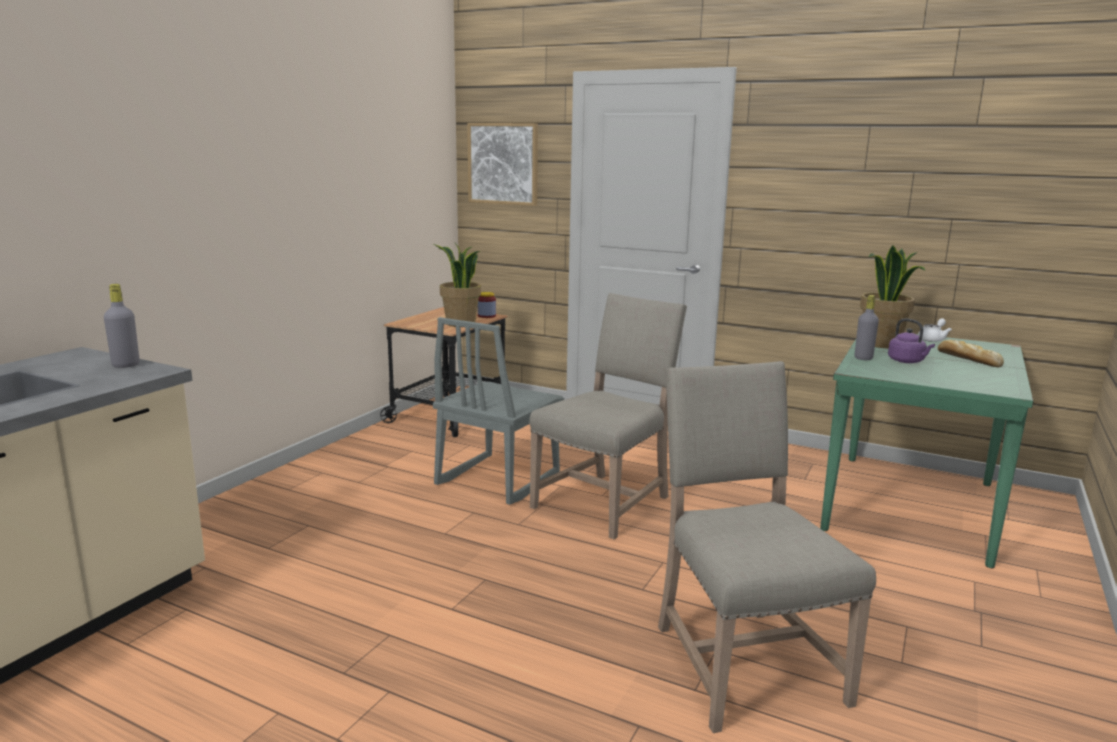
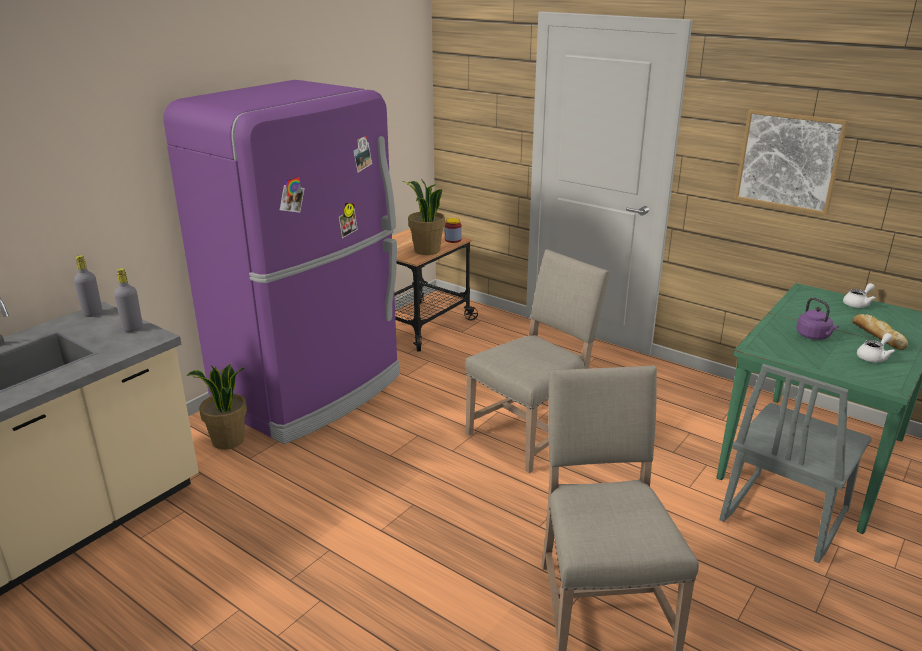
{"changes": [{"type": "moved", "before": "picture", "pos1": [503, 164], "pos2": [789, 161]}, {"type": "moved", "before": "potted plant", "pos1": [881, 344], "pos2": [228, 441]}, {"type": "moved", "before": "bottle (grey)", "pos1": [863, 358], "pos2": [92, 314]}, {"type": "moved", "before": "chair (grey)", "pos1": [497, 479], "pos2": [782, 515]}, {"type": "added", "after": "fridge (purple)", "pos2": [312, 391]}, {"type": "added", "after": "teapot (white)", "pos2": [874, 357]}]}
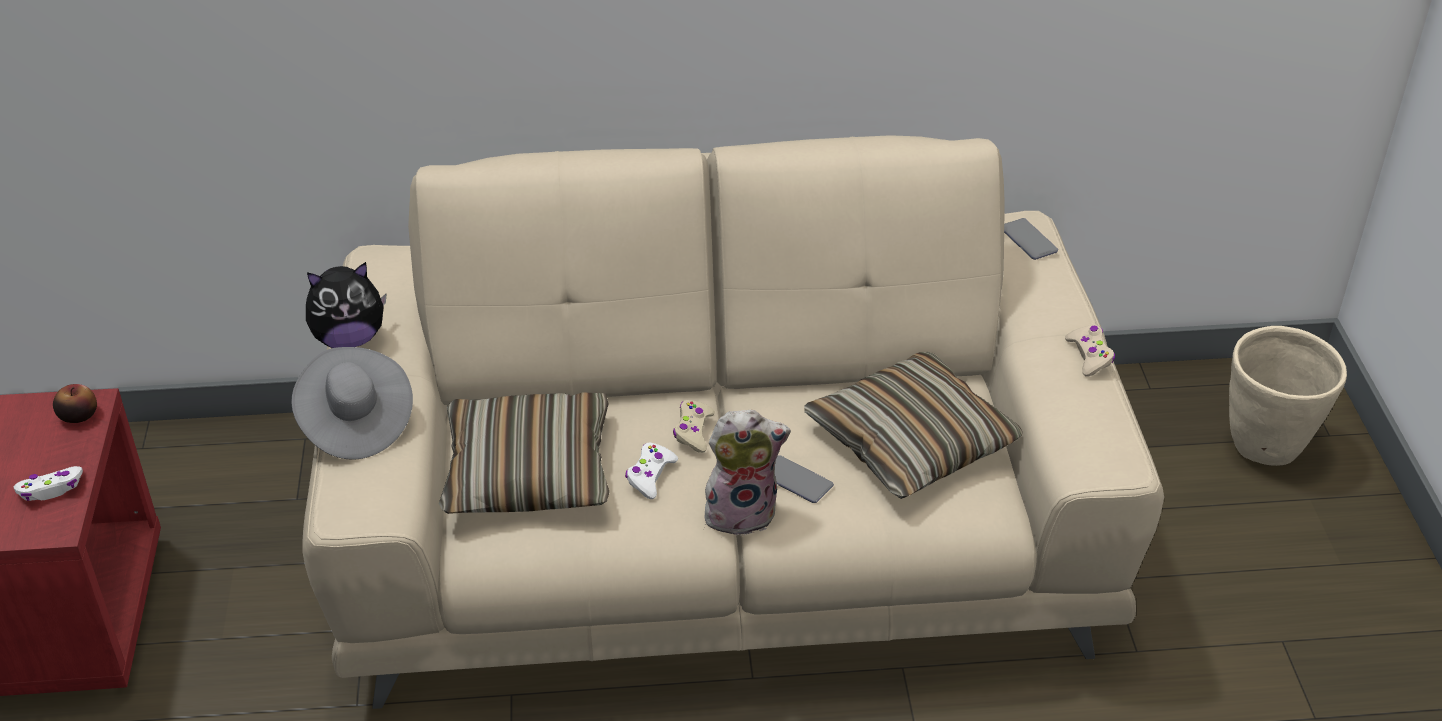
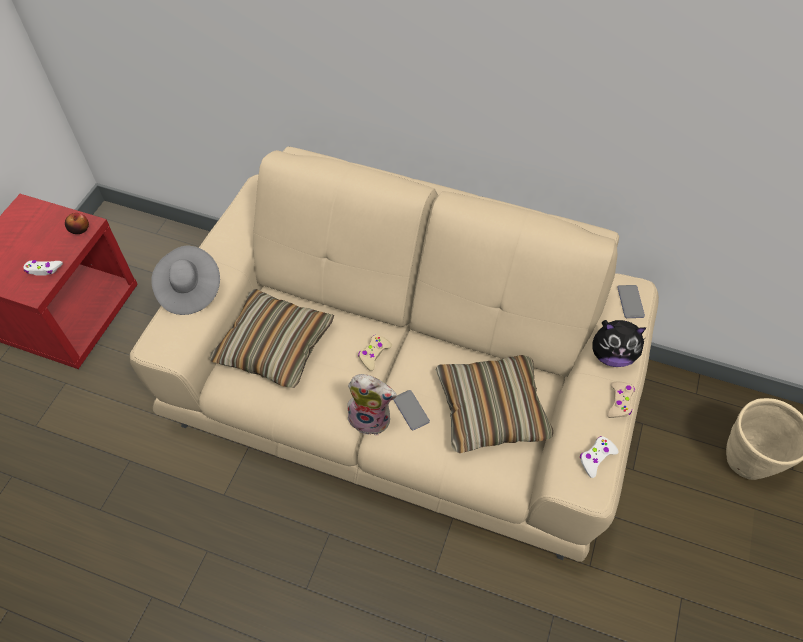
{"changes": [{"type": "moved", "before": "plush toy", "pos1": [349, 339], "pos2": [612, 355]}, {"type": "moved", "before": "game controller (white)", "pos1": [650, 476], "pos2": [596, 458]}]}
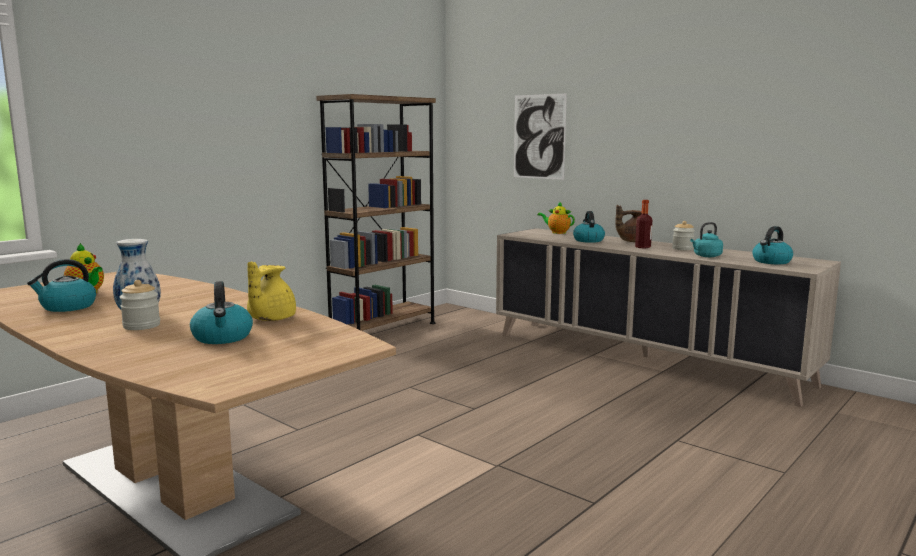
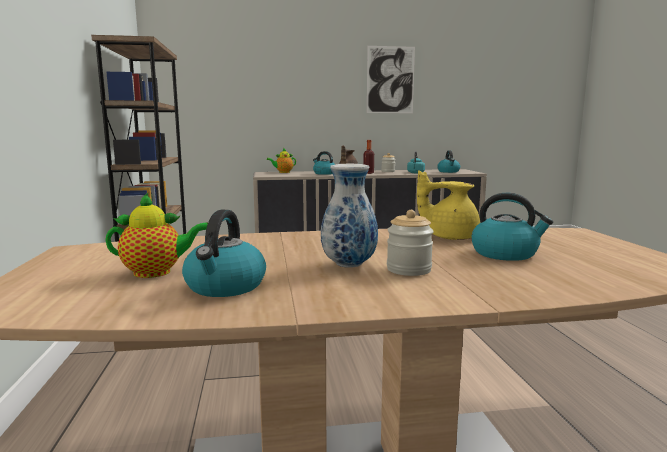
{"changes": [{"type": "moved", "before": "picture", "pos1": [539, 136], "pos2": [390, 80]}, {"type": "turned", "before": "teapot (yellow)", "pos1": [270, 319], "pos2": [449, 237], "turn": 135}]}
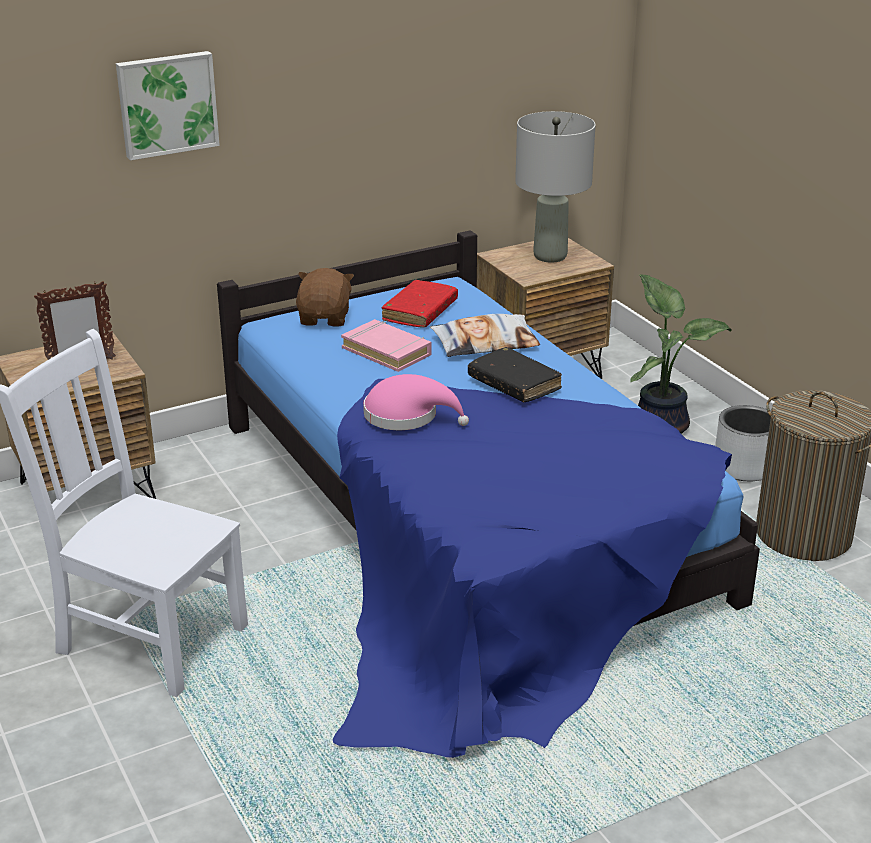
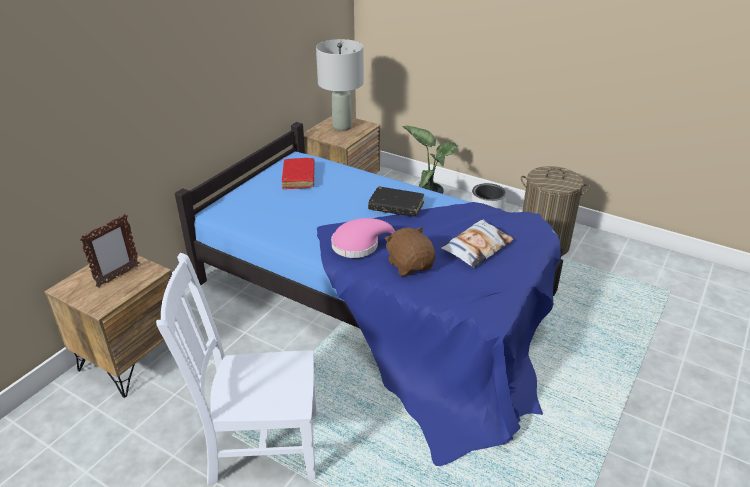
{"changes": [{"type": "removed", "before": "picture", "pos1": [167, 104]}, {"type": "moved", "before": "plush toy (brown)", "pos1": [325, 318], "pos2": [410, 265]}, {"type": "moved", "before": "pillow", "pos1": [485, 343], "pos2": [477, 248]}, {"type": "removed", "before": "book (pink)", "pos1": [387, 351]}]}
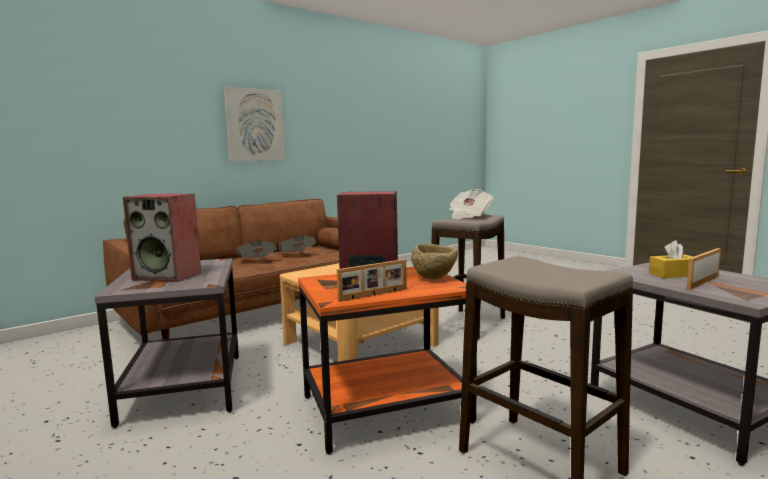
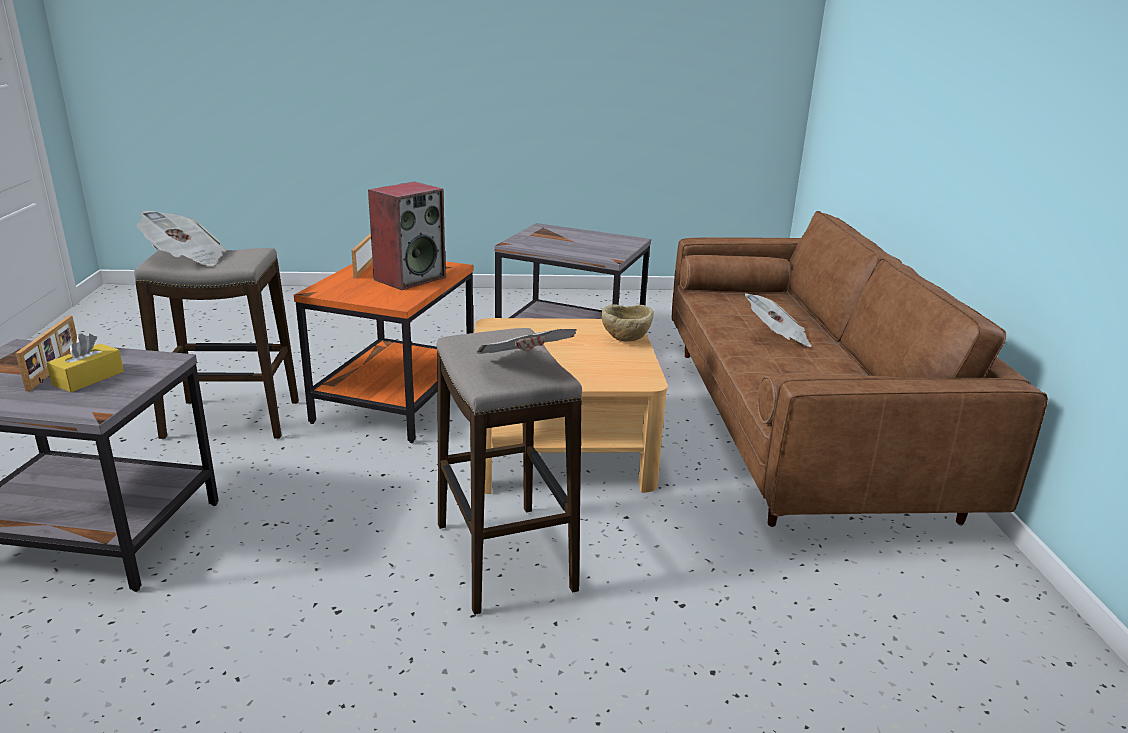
{"changes": [{"type": "removed", "before": "picture", "pos1": [254, 125]}, {"type": "removed", "before": "speaker", "pos1": [168, 276]}, {"type": "moved", "before": "newspaper", "pos1": [297, 255], "pos2": [186, 259]}, {"type": "moved", "before": "bowl (beige)", "pos1": [435, 278], "pos2": [625, 341]}]}
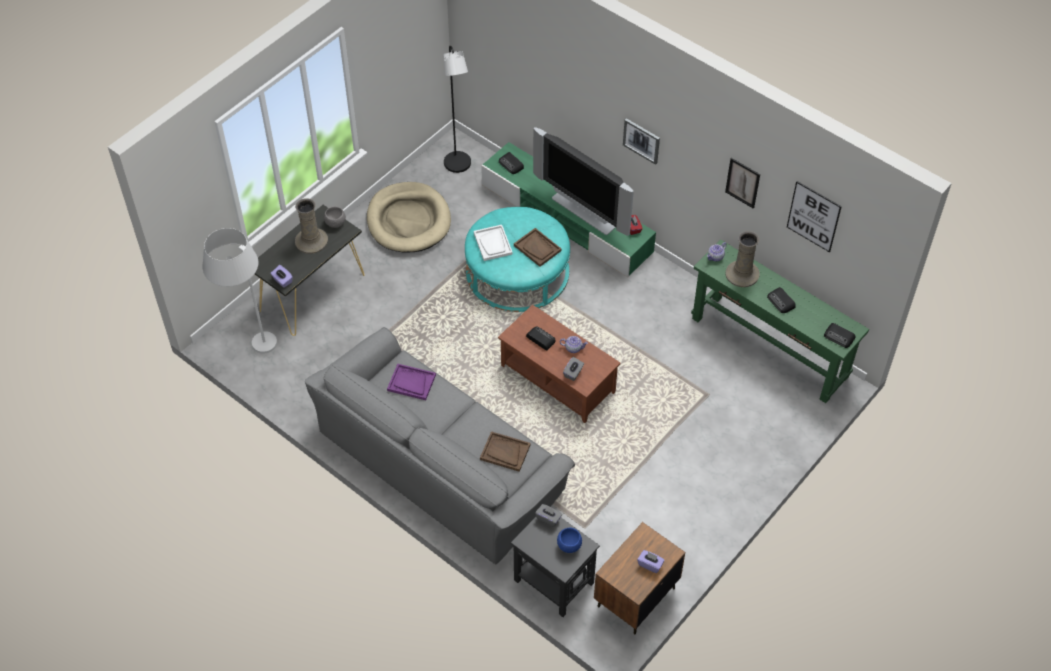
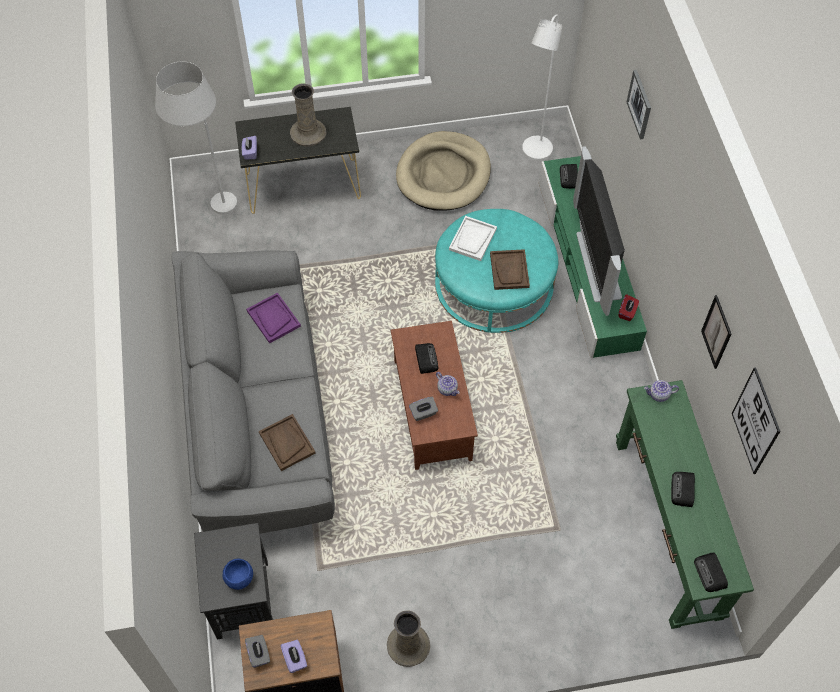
{"changes": [{"type": "recoloured", "before": "floor lamp (black)", "after": "floor lamp (white)", "pos1": [458, 166], "pos2": [535, 153]}, {"type": "moved", "before": "picture", "pos1": [641, 140], "pos2": [640, 104]}, {"type": "removed", "before": "bowl (grey)", "pos1": [335, 223]}, {"type": "moved", "before": "vase (beige)", "pos1": [742, 274], "pos2": [408, 645]}, {"type": "moved", "before": "tissue box (grey)", "pos1": [548, 519], "pos2": [259, 654]}]}
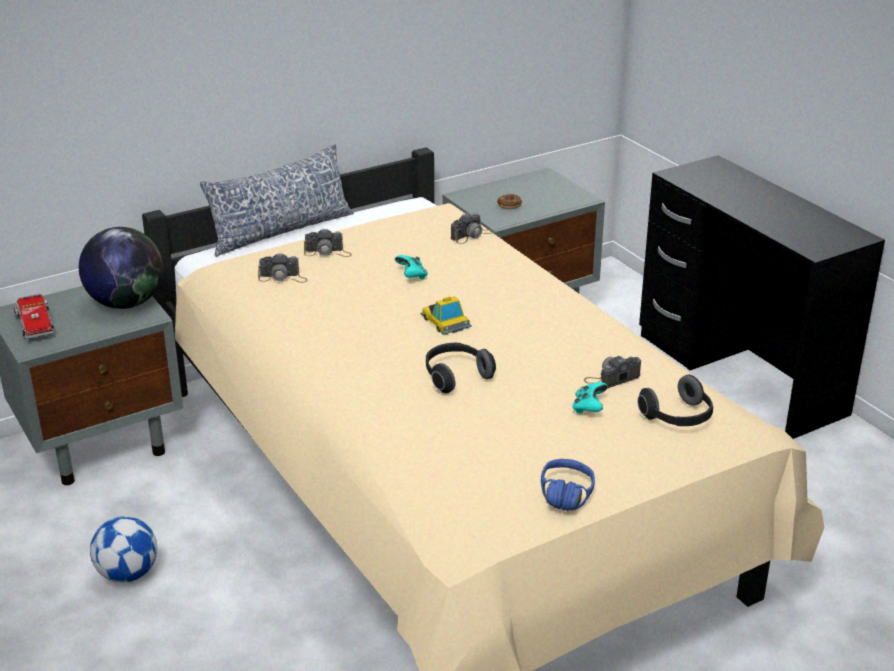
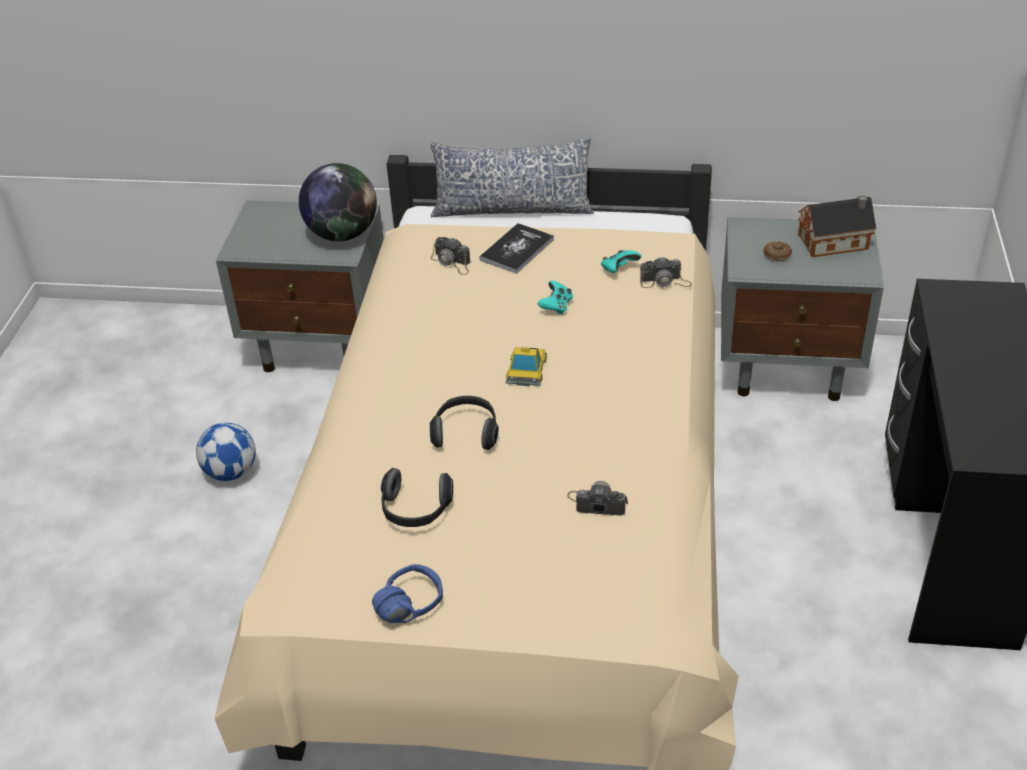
{"changes": [{"type": "replaced", "before": "photo camera", "after": "book", "pos1": [327, 252], "pos2": [517, 250]}, {"type": "removed", "before": "toy truck", "pos1": [35, 324]}, {"type": "moved", "before": "headphones", "pos1": [678, 418], "pos2": [415, 511]}, {"type": "moved", "before": "game controller (turquoise)", "pos1": [589, 408], "pos2": [619, 269]}, {"type": "added", "after": "toy house", "pos2": [836, 242]}]}
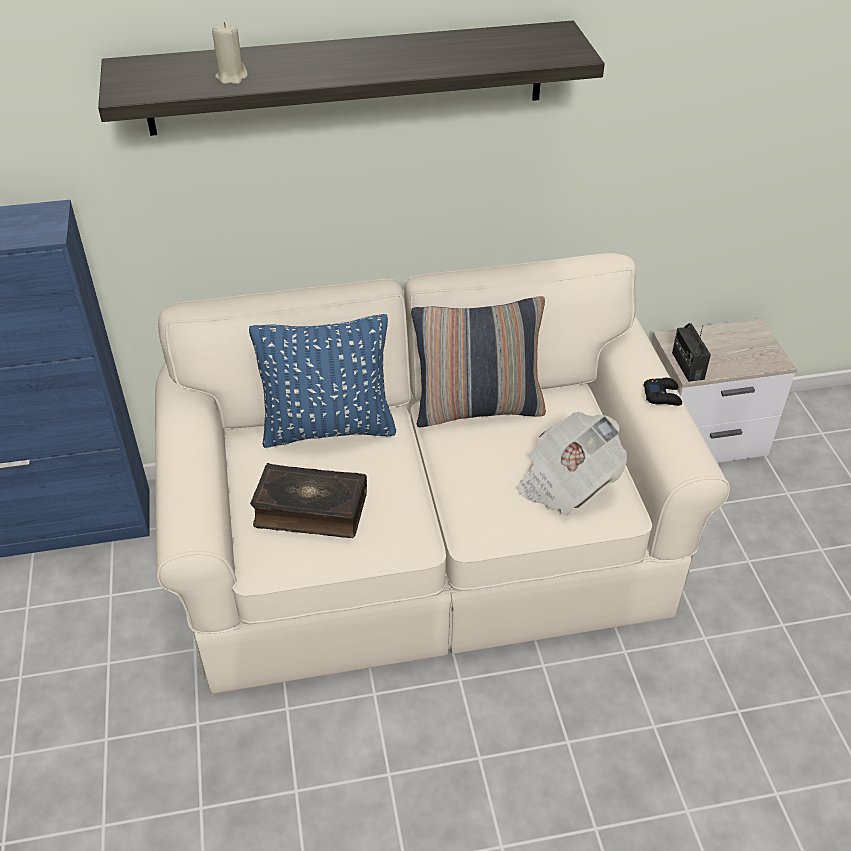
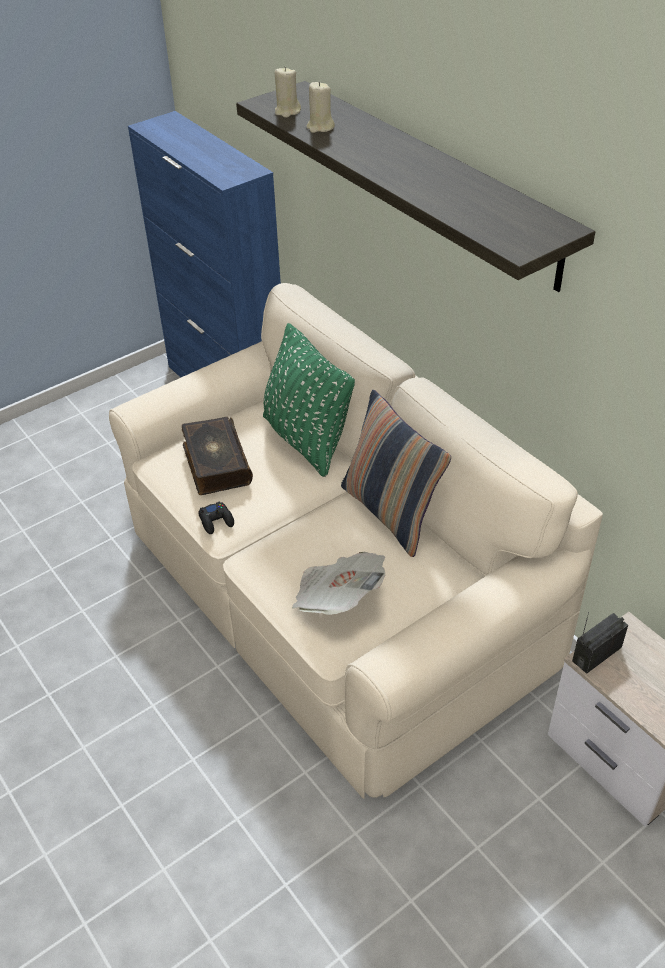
{"changes": [{"type": "recoloured", "before": "pillow (blue)", "after": "pillow (green)", "pos1": [328, 428], "pos2": [306, 440]}, {"type": "moved", "before": "game controller (black)", "pos1": [662, 396], "pos2": [216, 521]}, {"type": "added", "after": "candle (beige)", "pos2": [287, 111]}]}
